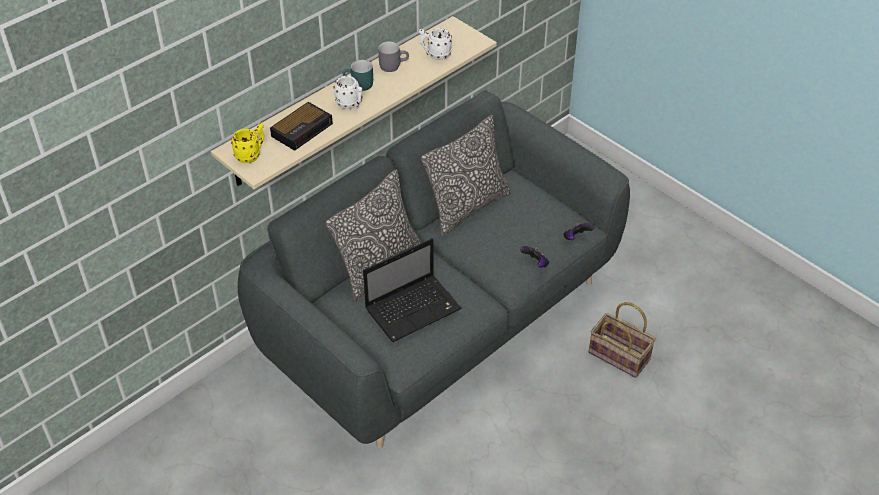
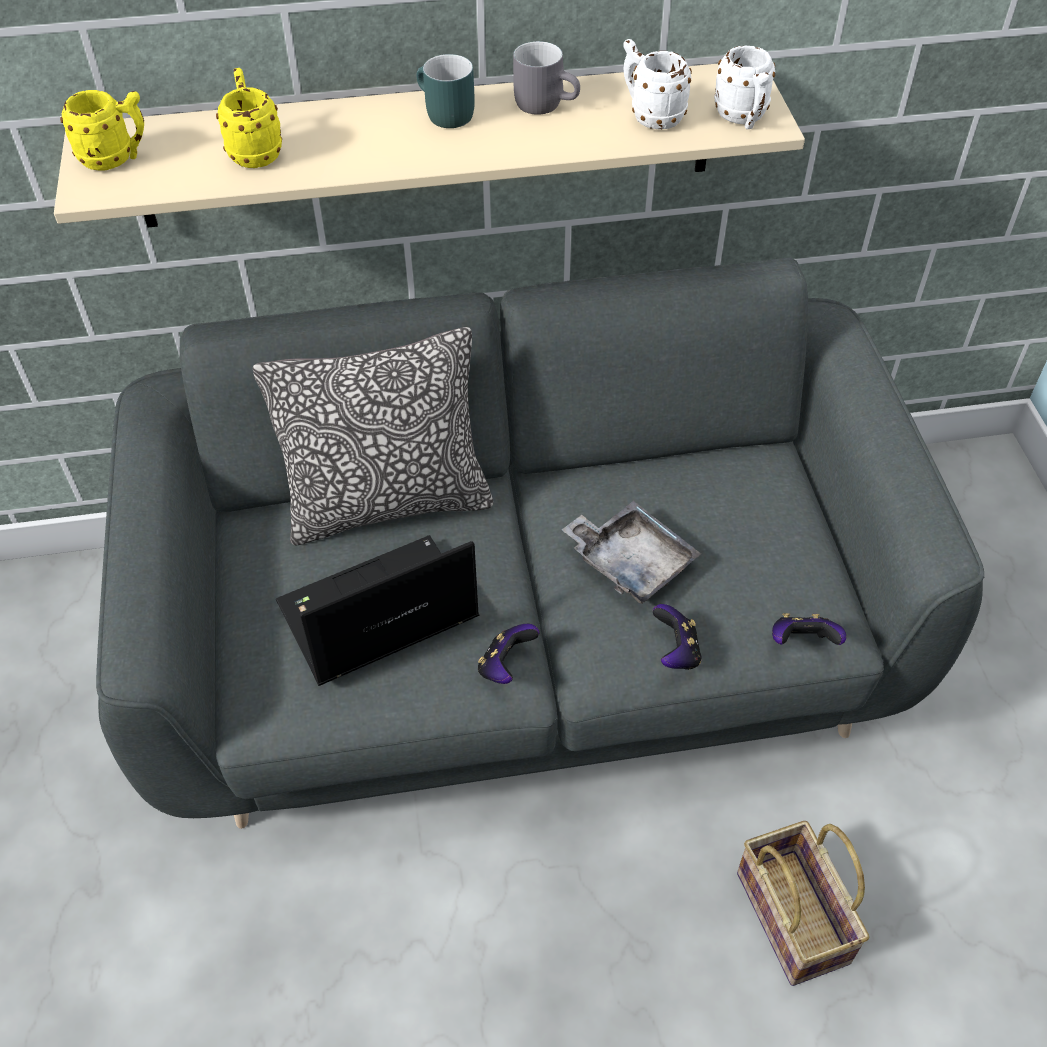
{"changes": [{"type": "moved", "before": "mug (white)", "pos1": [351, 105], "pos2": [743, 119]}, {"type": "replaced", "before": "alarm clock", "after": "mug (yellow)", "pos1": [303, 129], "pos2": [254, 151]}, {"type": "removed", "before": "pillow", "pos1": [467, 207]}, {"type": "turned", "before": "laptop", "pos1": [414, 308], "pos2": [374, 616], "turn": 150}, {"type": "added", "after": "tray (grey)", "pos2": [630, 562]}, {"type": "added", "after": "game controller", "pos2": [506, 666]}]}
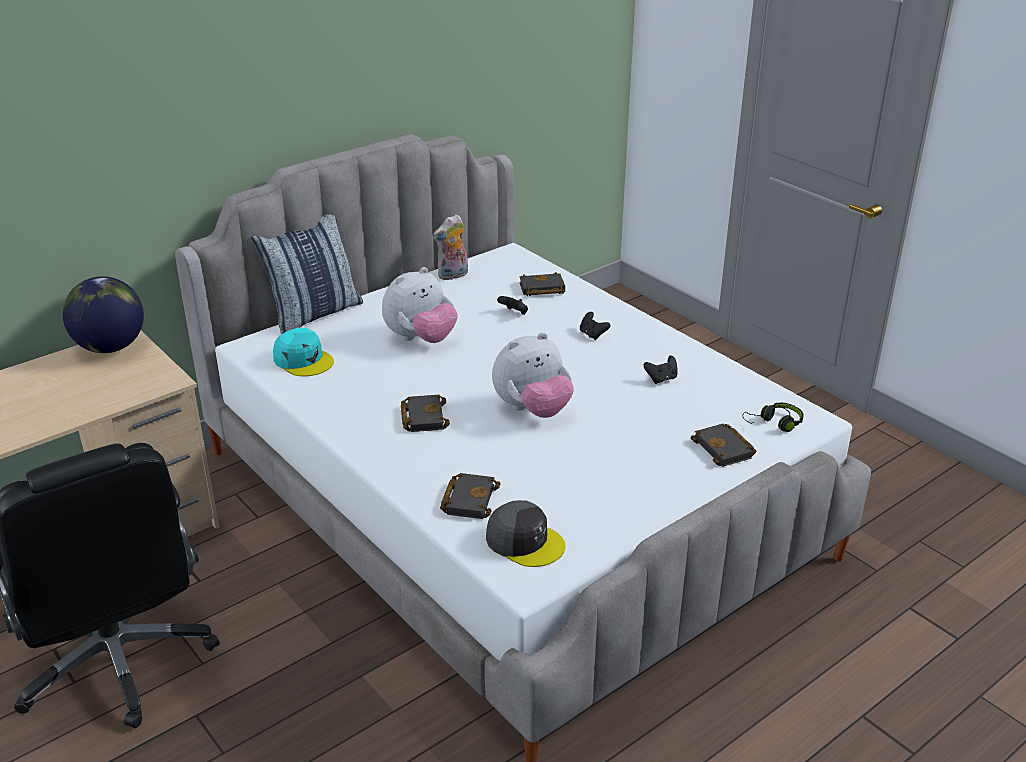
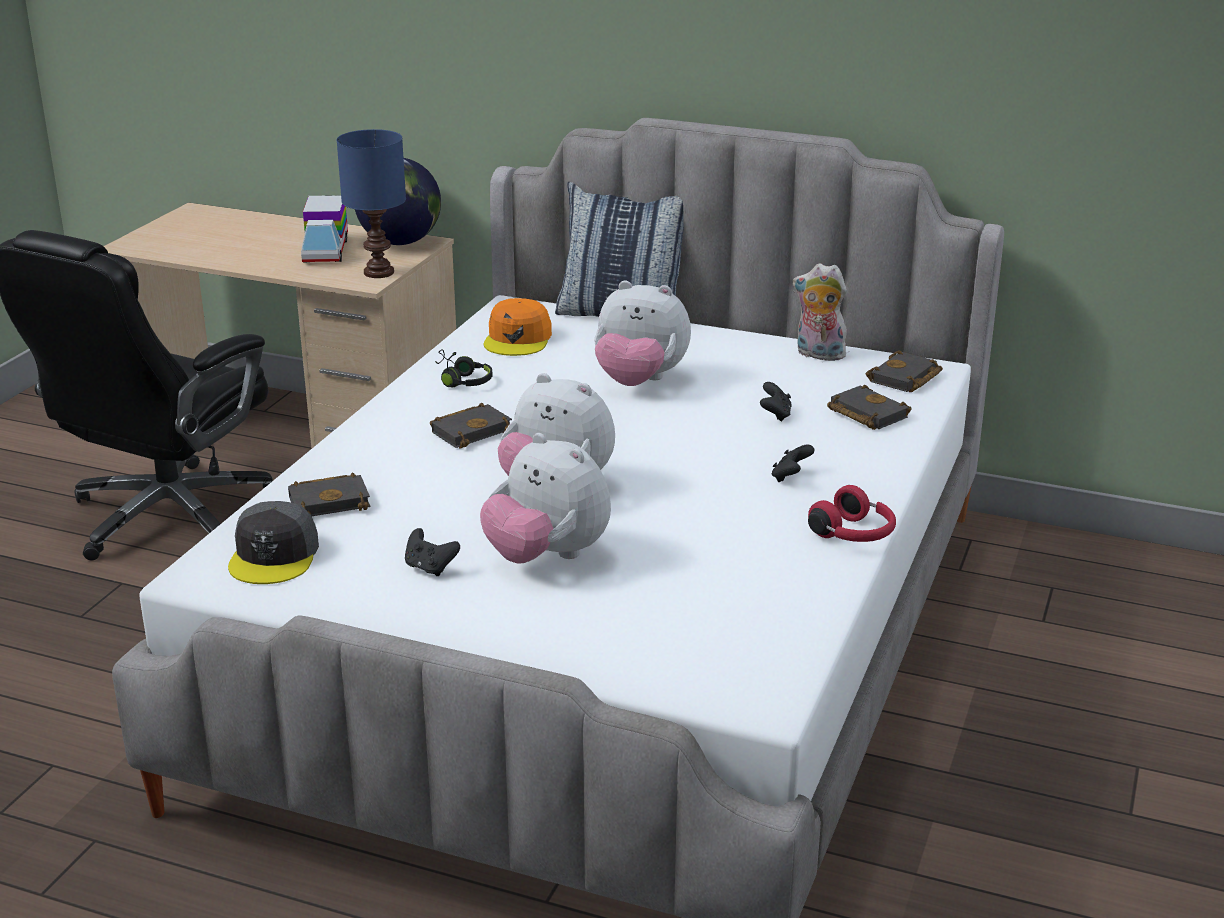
{"changes": [{"type": "recoloured", "before": "cap (turquoise)", "after": "cap (orange)", "pos1": [303, 360], "pos2": [518, 339]}, {"type": "moved", "before": "game controller (black)", "pos1": [661, 379], "pos2": [430, 568]}, {"type": "moved", "before": "headphones (black)", "pos1": [775, 423], "pos2": [461, 379]}, {"type": "moved", "before": "book (black)", "pos1": [725, 449], "pos2": [905, 379]}, {"type": "added", "after": "table lamp (blue)", "pos2": [379, 272]}, {"type": "added", "after": "toy truck", "pos2": [325, 250]}, {"type": "added", "after": "plush toy", "pos2": [547, 556]}, {"type": "added", "after": "headphones (red)", "pos2": [854, 534]}]}
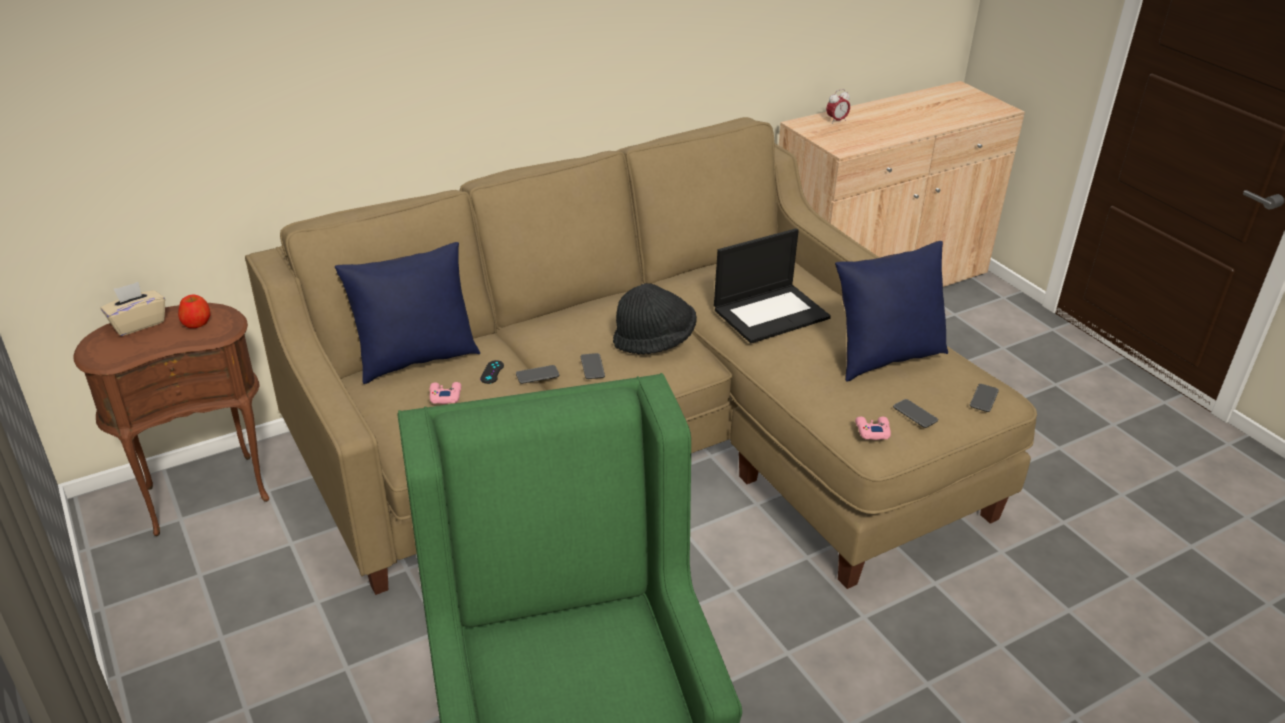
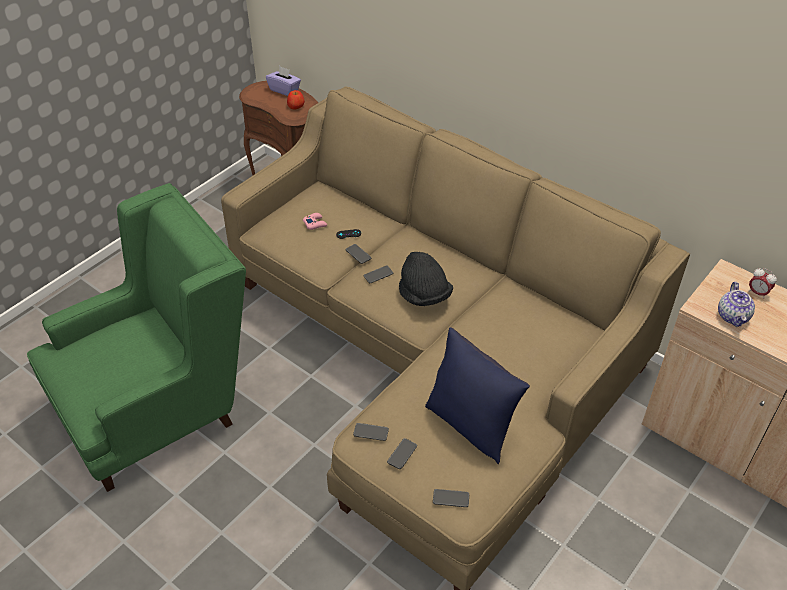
{"changes": [{"type": "removed", "before": "laptop", "pos1": [771, 313]}, {"type": "removed", "before": "pillow (blue)", "pos1": [415, 359]}, {"type": "recoloured", "before": "tissue box (beige)", "after": "tissue box (purple)", "pos1": [138, 323], "pos2": [284, 90]}, {"type": "replaced", "before": "game controller (pink)", "after": "phone", "pos1": [872, 431], "pos2": [371, 432]}, {"type": "added", "after": "teapot", "pos2": [733, 317]}]}
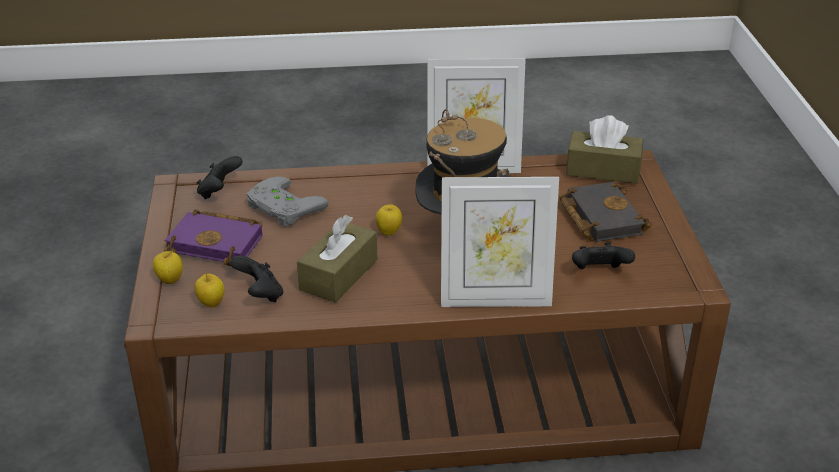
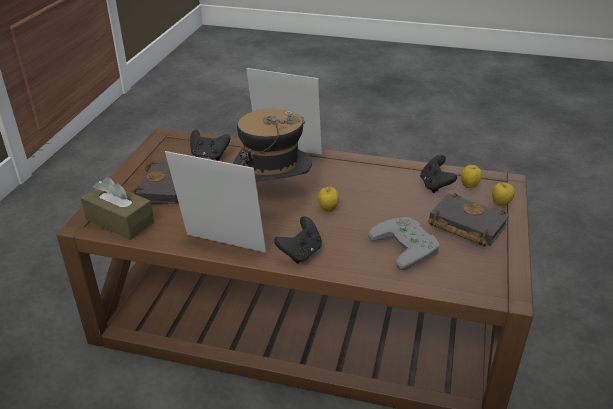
{"changes": [{"type": "moved", "before": "game controller (black)", "pos1": [219, 192], "pos2": [301, 253]}, {"type": "recoloured", "before": "book (purple)", "after": "book (black)", "pos1": [219, 243], "pos2": [464, 225]}, {"type": "removed", "before": "tissue box (brown)", "pos1": [339, 274]}]}
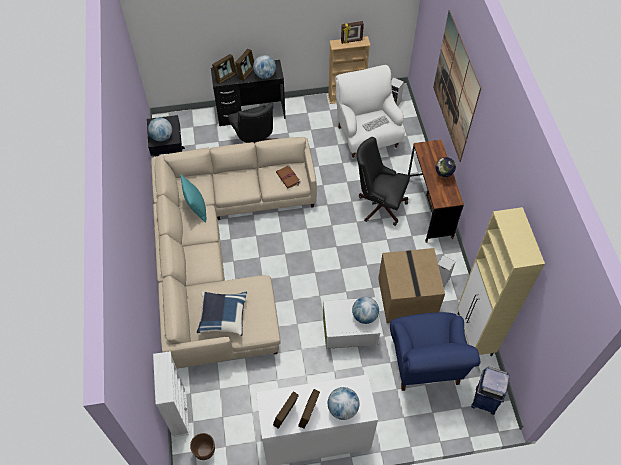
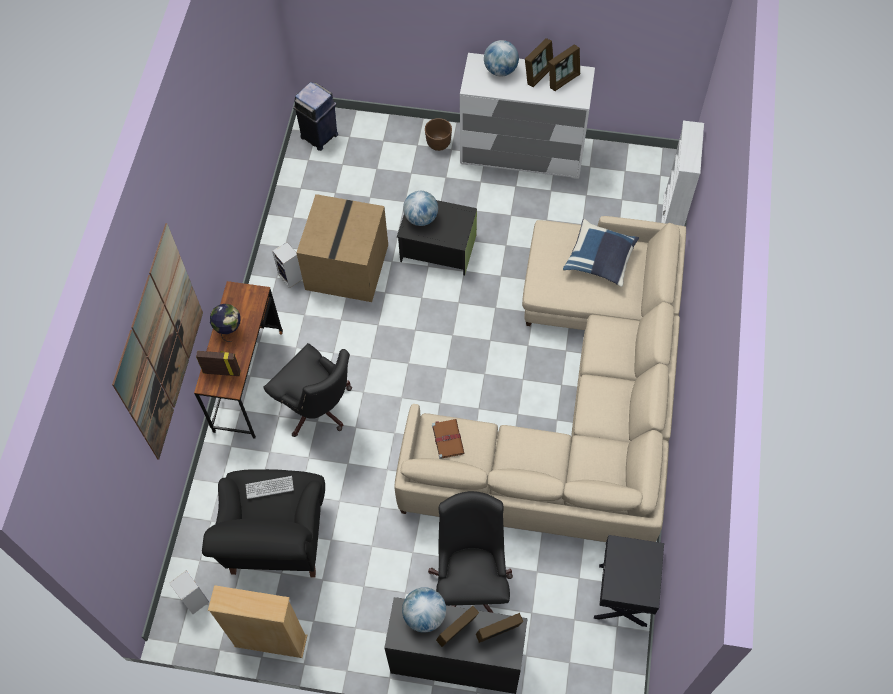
{"changes": [{"type": "moved", "before": "picture frame", "pos1": [351, 41], "pos2": [222, 371]}, {"type": "recoloured", "before": "armchair (white)", "after": "armchair (black)", "pos1": [367, 137], "pos2": [276, 540]}, {"type": "removed", "before": "globe", "pos1": [162, 137]}, {"type": "removed", "before": "pillow (turquoise)", "pos1": [196, 208]}, {"type": "removed", "before": "cabinet (beige)", "pos1": [474, 335]}, {"type": "recoloured", "before": "storage box (white)", "after": "storage box (black)", "pos1": [350, 332], "pos2": [438, 247]}, {"type": "removed", "before": "armchair (blue)", "pos1": [425, 363]}, {"type": "moved", "before": "planter (brown)", "pos1": [204, 451], "pos2": [439, 144]}]}
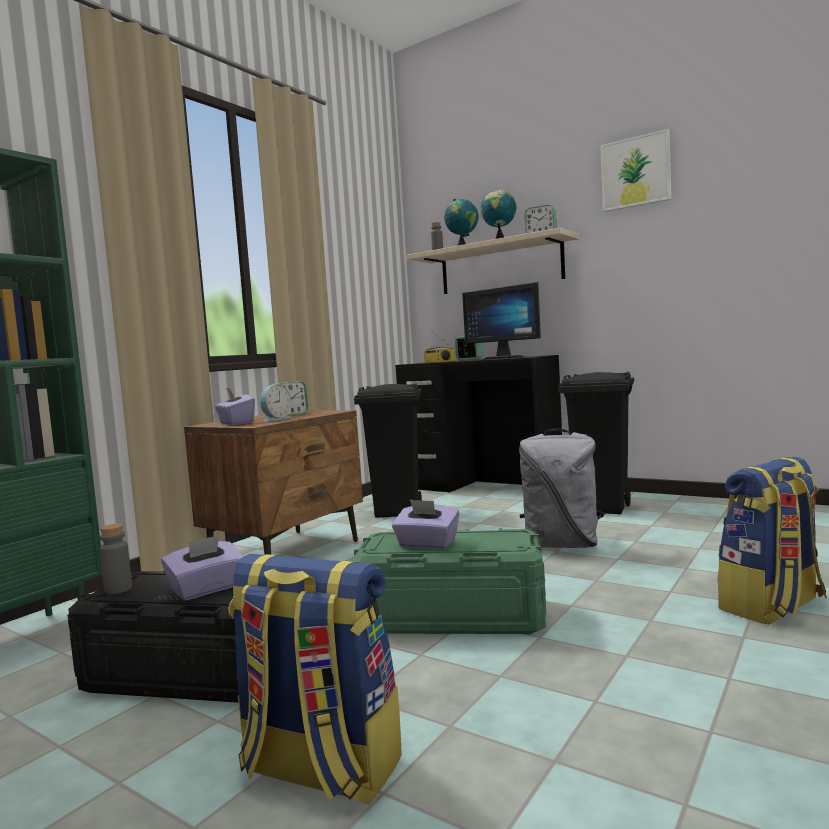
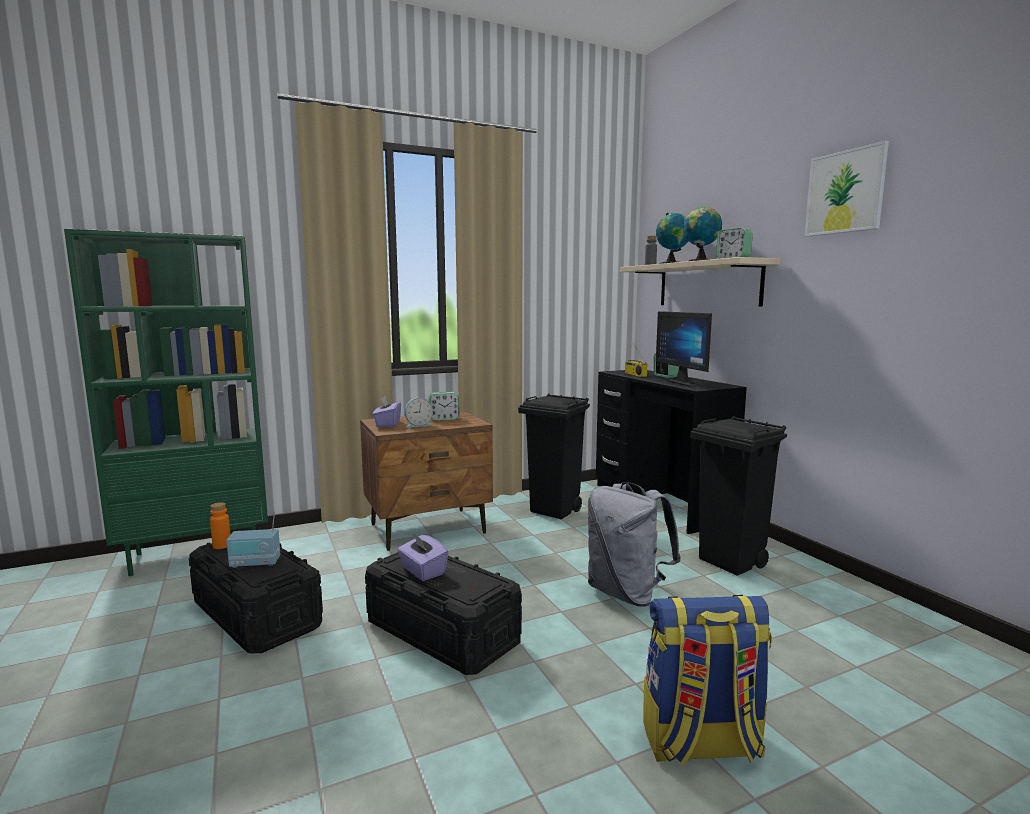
{"changes": [{"type": "recoloured", "before": "bottle (grey)", "after": "bottle (orange)", "pos1": [118, 589], "pos2": [222, 545]}, {"type": "recoloured", "before": "storage box (green)", "after": "storage box (black)", "pos1": [451, 615], "pos2": [442, 632]}, {"type": "replaced", "before": "tissue box (purple)", "after": "radio", "pos1": [207, 589], "pos2": [255, 563]}, {"type": "removed", "before": "backpack", "pos1": [319, 769]}]}
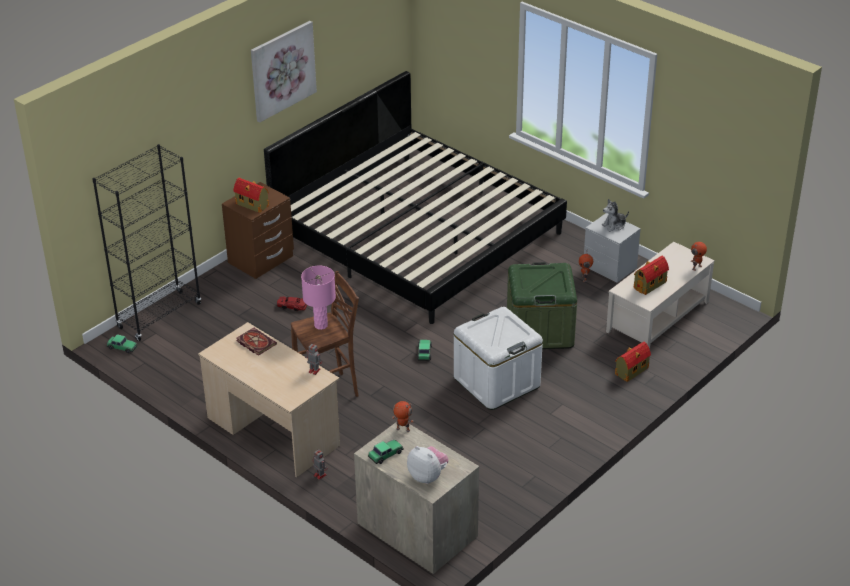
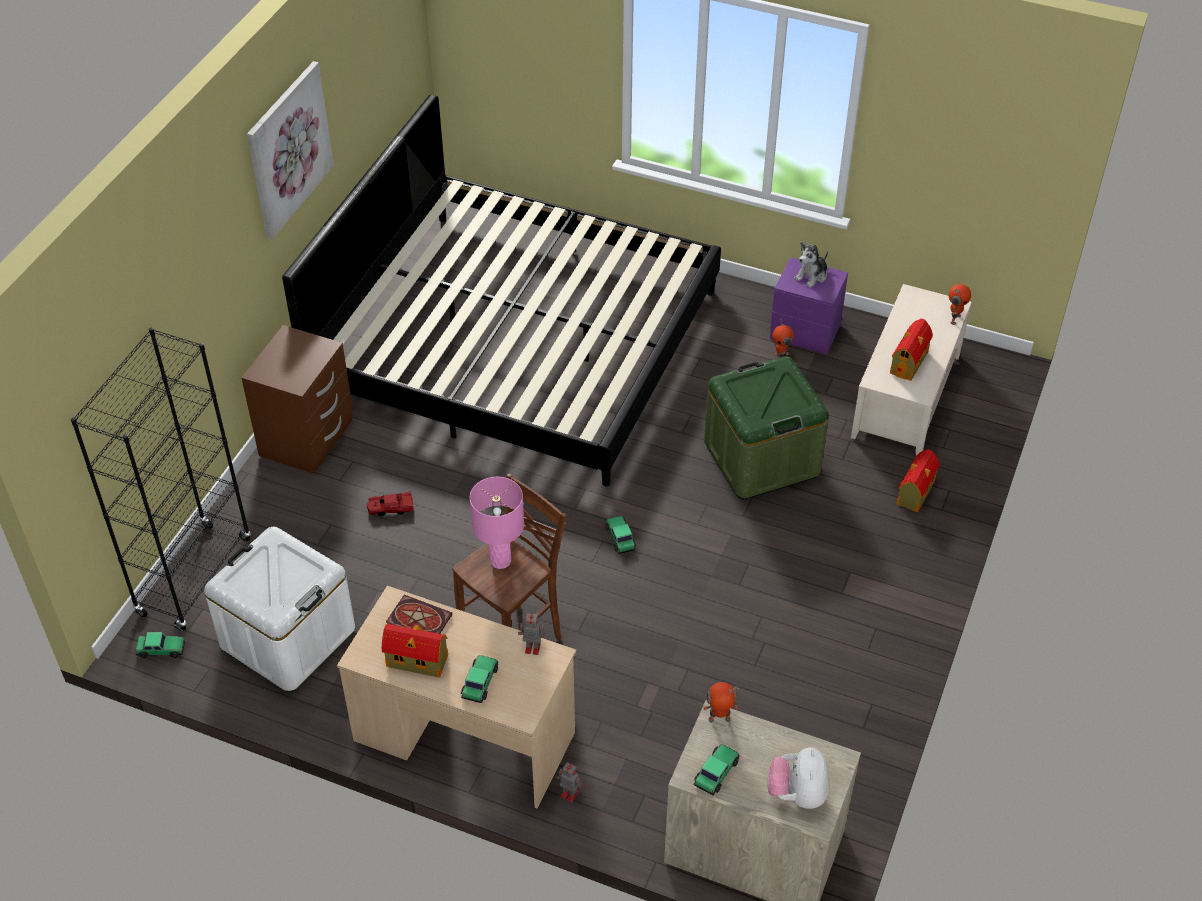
{"changes": [{"type": "moved", "before": "toy house", "pos1": [253, 205], "pos2": [418, 661]}, {"type": "recoloured", "before": "nightstand (grey)", "after": "nightstand (purple)", "pos1": [610, 267], "pos2": [805, 332]}, {"type": "moved", "before": "storage box (white)", "pos1": [496, 382], "pos2": [288, 638]}, {"type": "turned", "before": "plush toy", "pos1": [427, 476], "pos2": [797, 794], "turn": -105}, {"type": "added", "after": "toy car", "pos2": [480, 681]}]}
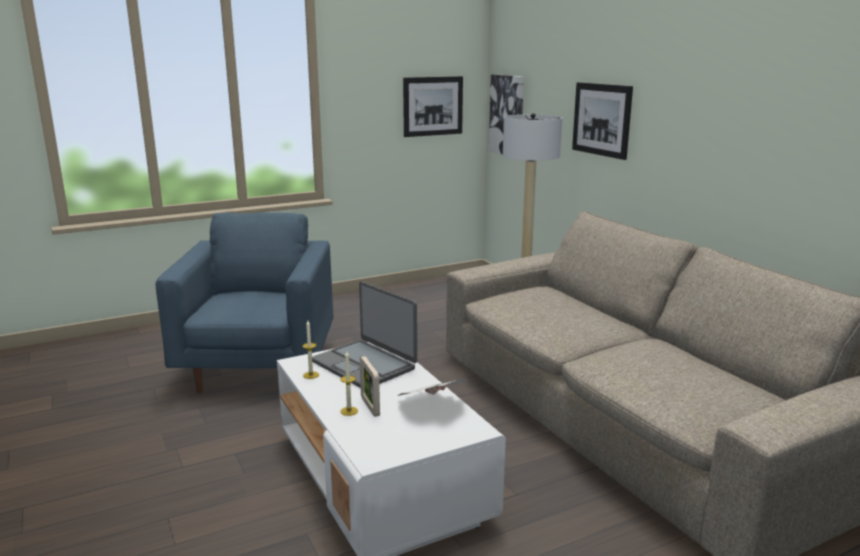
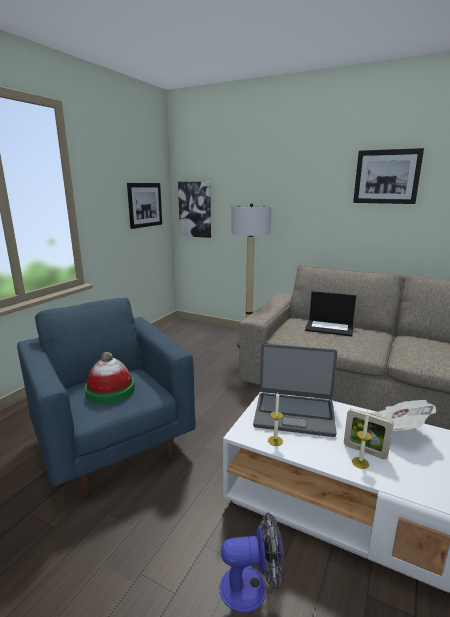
{"changes": [{"type": "moved", "before": "picture", "pos1": [601, 119], "pos2": [386, 177]}, {"type": "added", "after": "laptop", "pos2": [330, 327]}, {"type": "added", "after": "hat", "pos2": [110, 390]}, {"type": "added", "after": "fan", "pos2": [252, 587]}]}
